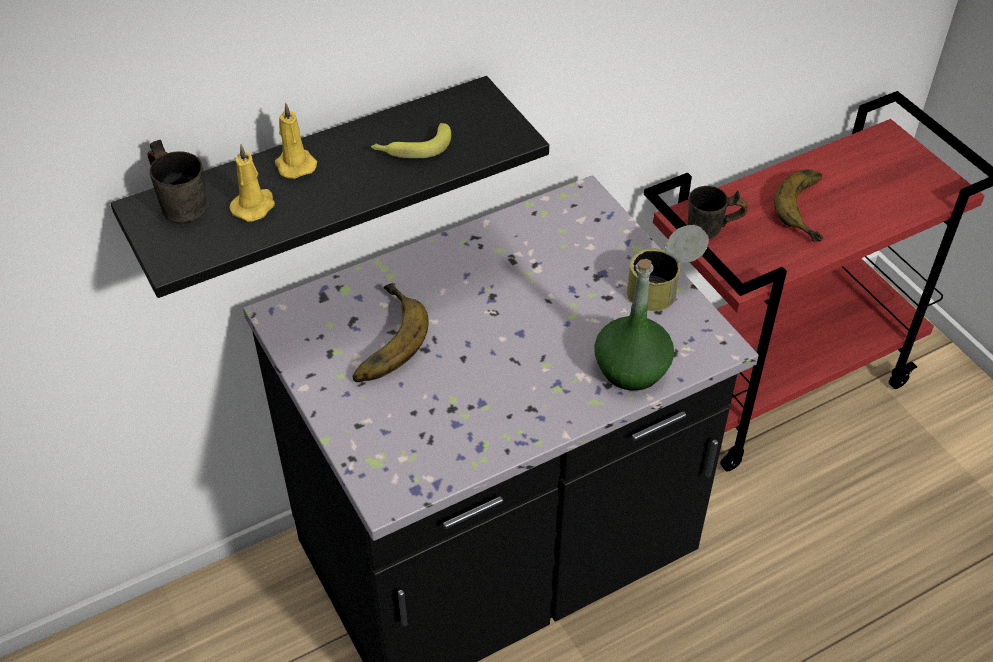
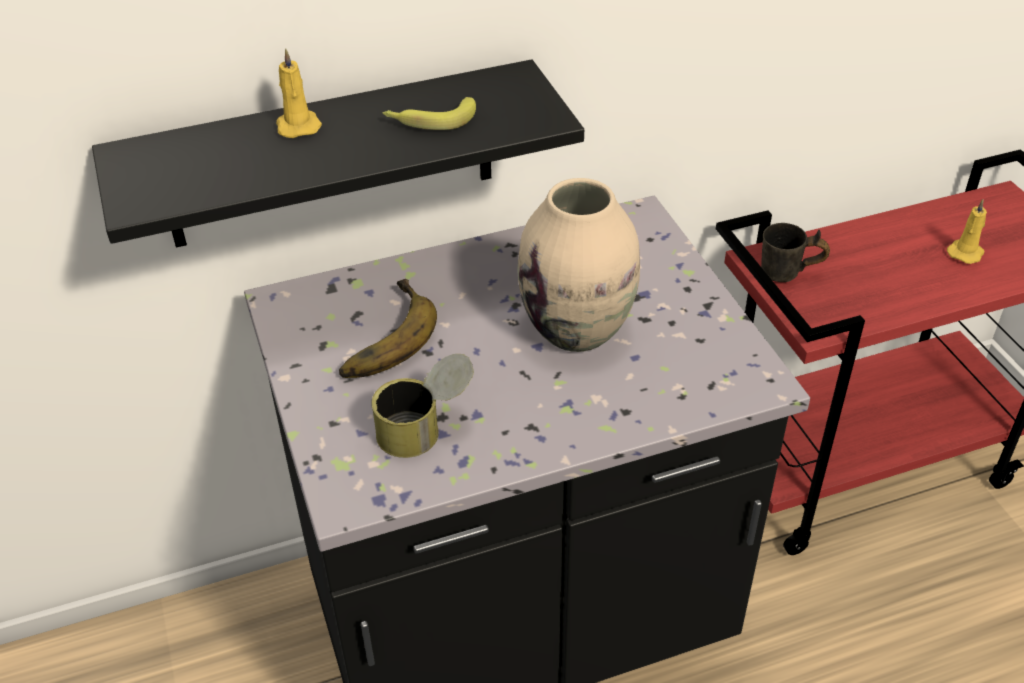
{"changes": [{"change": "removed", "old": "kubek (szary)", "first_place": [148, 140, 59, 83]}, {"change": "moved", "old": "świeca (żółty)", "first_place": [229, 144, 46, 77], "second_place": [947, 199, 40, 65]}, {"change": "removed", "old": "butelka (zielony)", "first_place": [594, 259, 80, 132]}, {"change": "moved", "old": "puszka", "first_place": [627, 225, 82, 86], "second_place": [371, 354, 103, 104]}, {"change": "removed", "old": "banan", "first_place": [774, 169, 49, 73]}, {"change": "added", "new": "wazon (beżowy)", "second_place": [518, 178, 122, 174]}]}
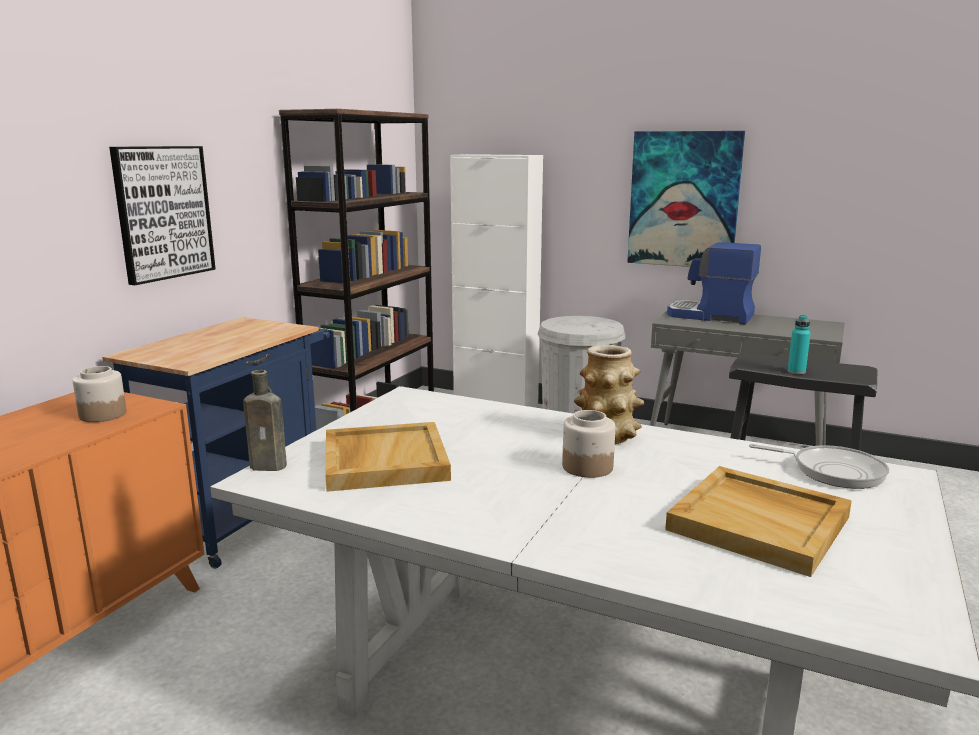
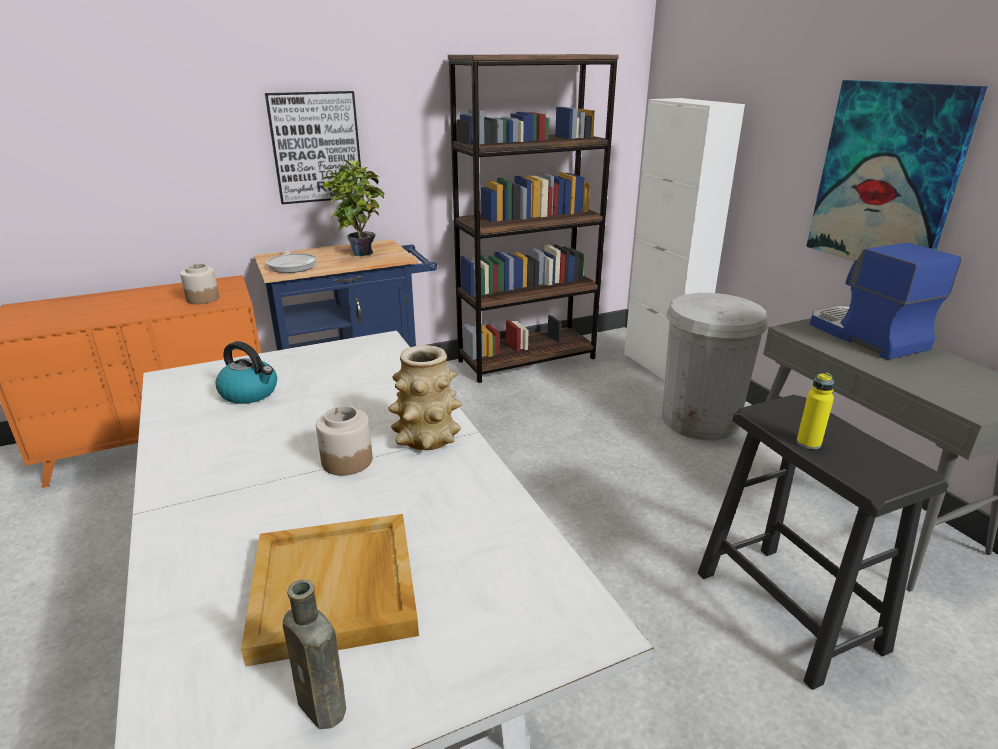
{"changes": [{"change": "moved", "old": "butelka (brązowy)", "first_place": [243, 370, 44, 101], "second_place": [283, 580, 63, 149]}, {"change": "replaced", "old": "taca (beżowy)", "new": "czajnik", "first_place": [325, 422, 126, 70], "second_place": [215, 341, 62, 63]}, {"change": "moved", "old": "patelnia", "first_place": [749, 444, 140, 45], "second_place": [267, 246, 50, 27]}, {"change": "recoloured", "old": "butelka (turkusowy)", "new": "butelka (żółty)", "first_place": [787, 315, 24, 59], "second_place": [796, 373, 38, 77]}, {"change": "added", "new": "roślina doniczkowa", "second_place": [322, 159, 62, 97]}]}
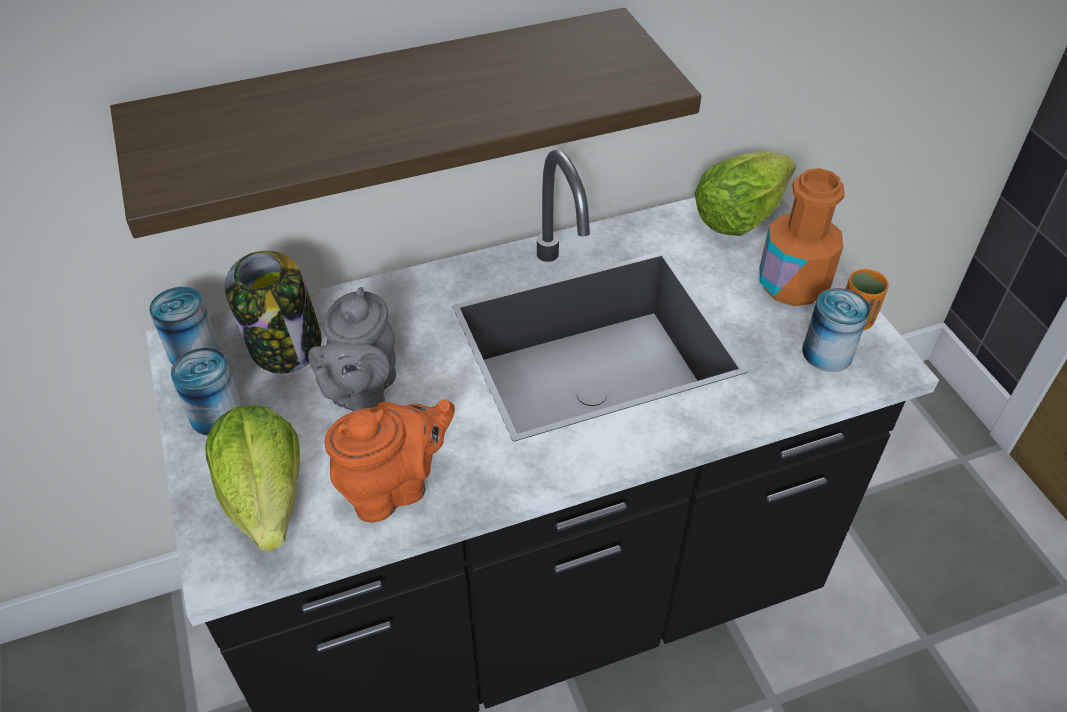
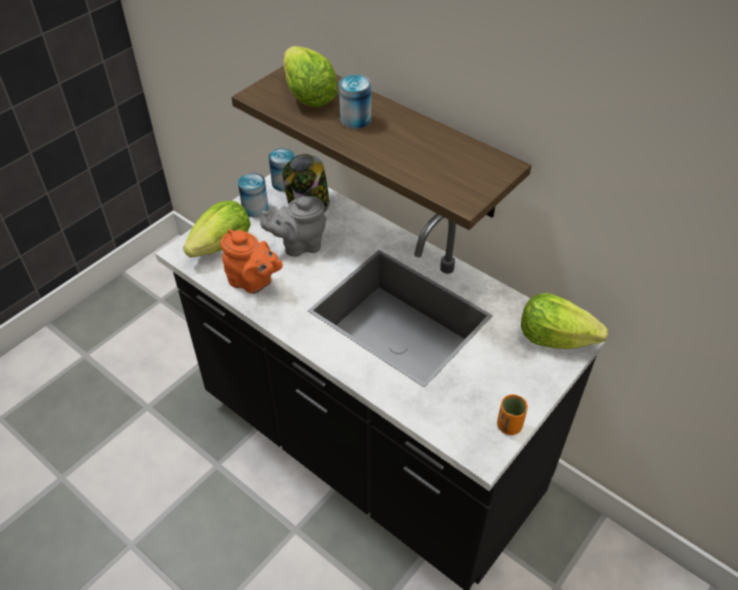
{"changes": [{"change": "removed", "old": "butelka (pomarańczowy)", "first_place": [759, 168, 86, 138]}, {"change": "moved", "old": "puszka", "first_place": [802, 288, 68, 84], "second_place": [339, 75, 32, 54]}, {"change": "added", "new": "sałata", "second_place": [283, 46, 55, 61]}]}
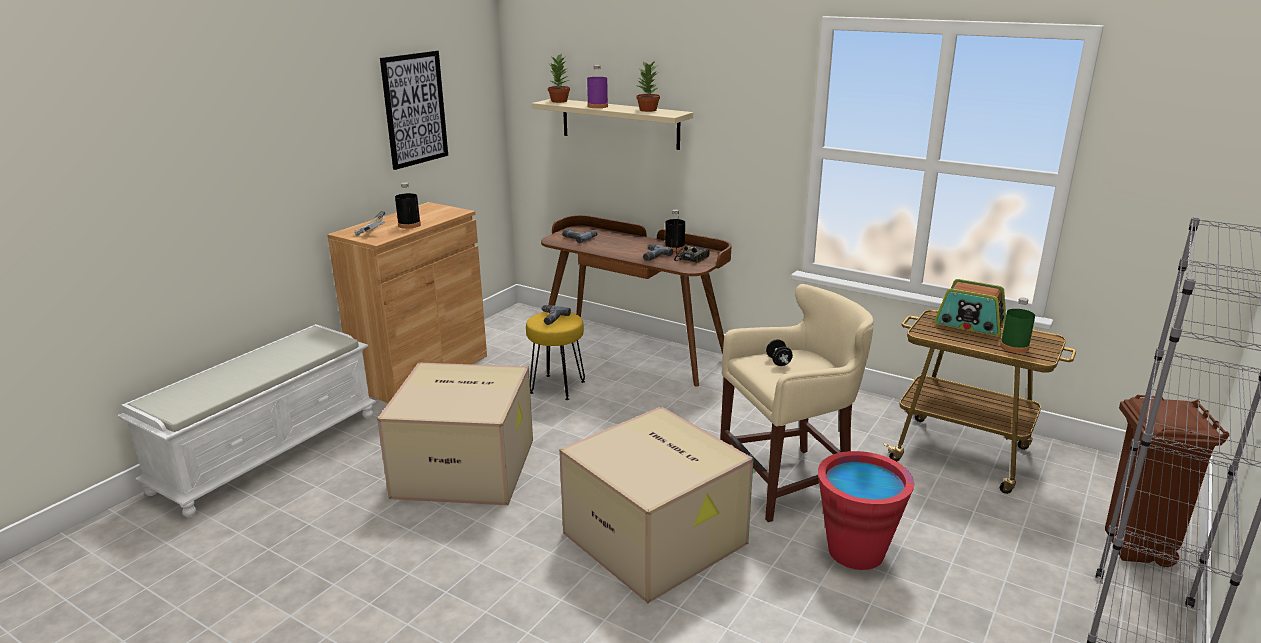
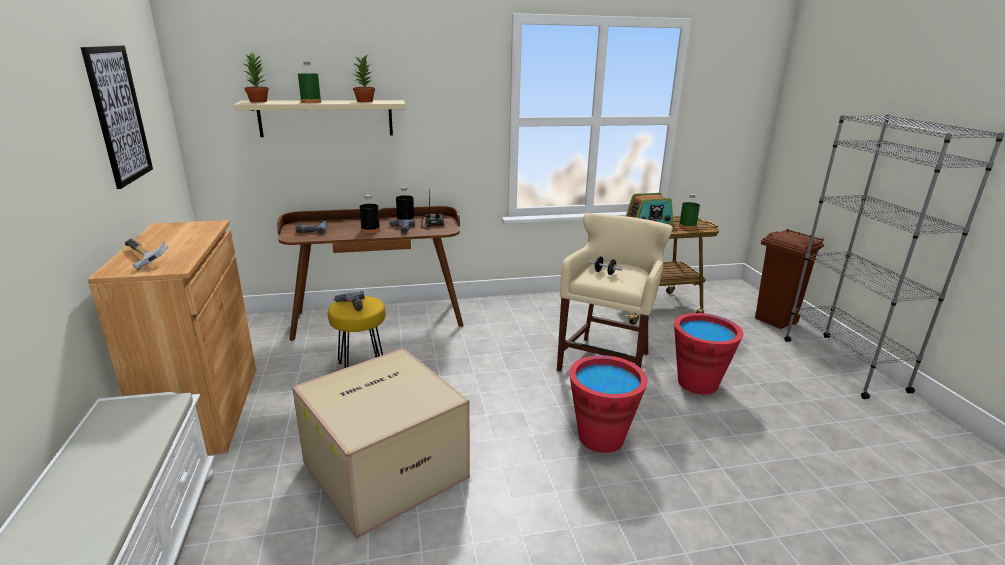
{"changes": [{"change": "moved", "old": "butelka (czarny)", "first_place": [395, 183, 26, 46], "second_place": [360, 195, 20, 38]}, {"change": "replaced", "old": "karton", "new": "wiadro (czerwony)", "first_place": [559, 406, 195, 197], "second_place": [569, 355, 79, 98]}, {"change": "recoloured", "old": "butelka (fioletowy)", "new": "butelka (zielony)", "first_place": [587, 65, 21, 43], "second_place": [298, 61, 23, 42]}]}
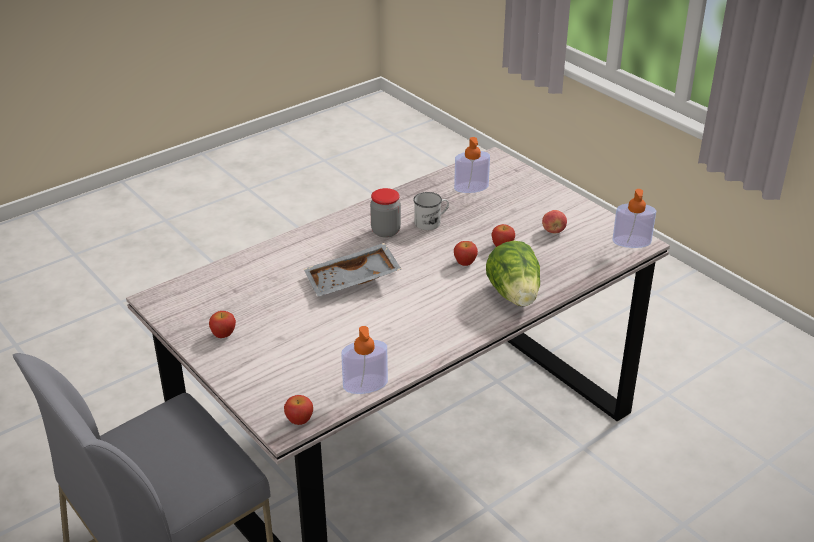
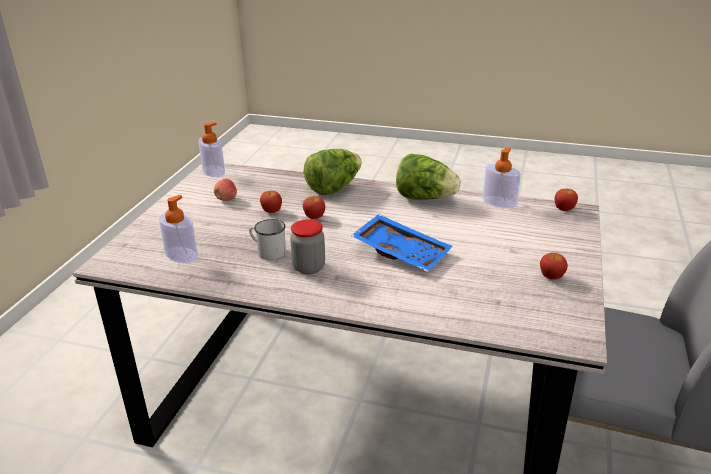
{"changes": [{"change": "recoloured", "old": "taca (szary)", "new": "taca (niebieski)", "first_place": [304, 243, 97, 53], "second_place": [351, 214, 102, 58]}, {"change": "added", "new": "sałata", "second_place": [396, 154, 65, 45]}]}
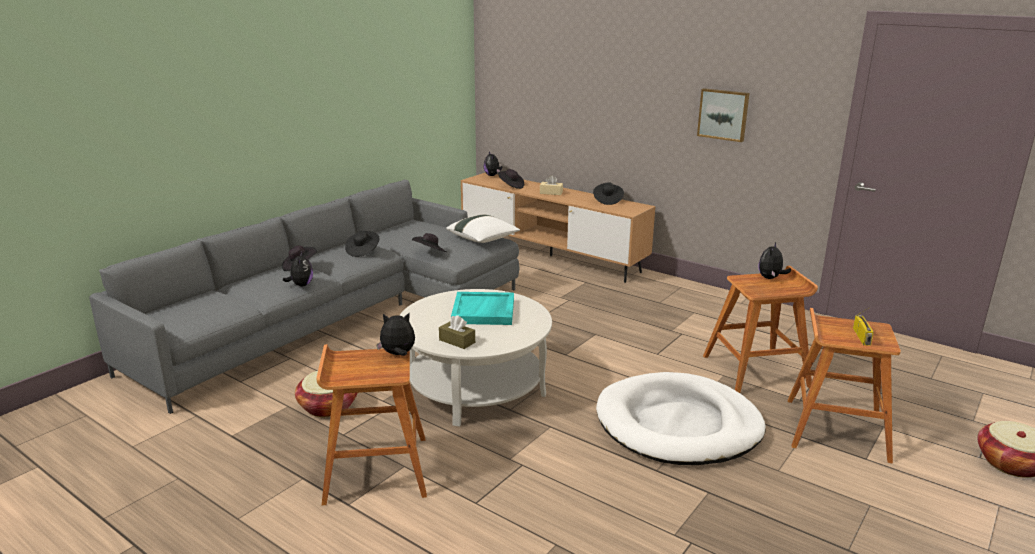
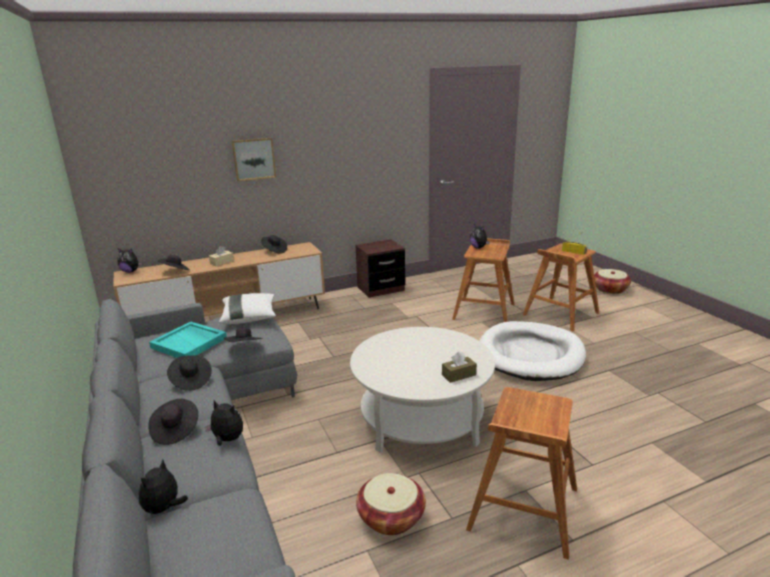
{"changes": [{"change": "moved", "old": "pluszak", "first_place": [376, 313, 39, 43], "second_place": [138, 459, 50, 58]}, {"change": "moved", "old": "taca (turkusowy)", "first_place": [451, 292, 63, 33], "second_place": [149, 322, 77, 36]}, {"change": "moved", "old": "obraz", "first_place": [697, 88, 52, 54], "second_place": [232, 138, 44, 43]}, {"change": "added", "new": "szafka nocna (brązowy)", "second_place": [355, 239, 50, 59]}]}
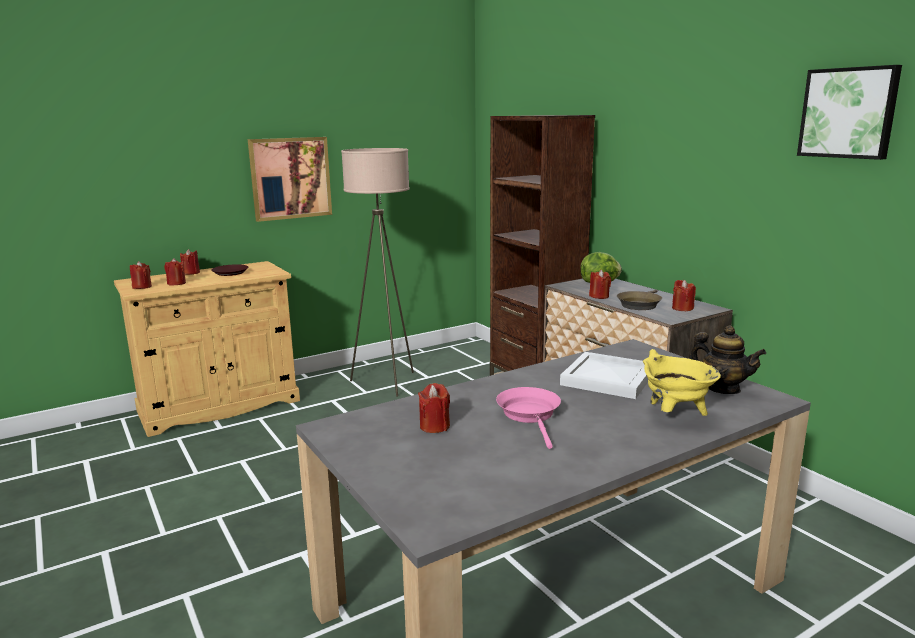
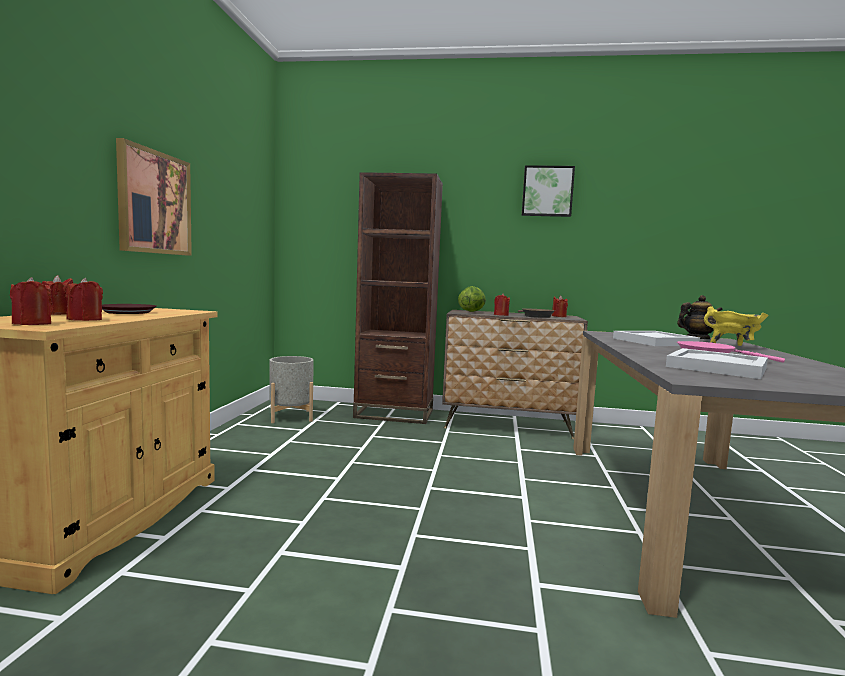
{"changes": [{"change": "removed", "old": "lampa stojąca (beżowy)", "first_place": [341, 148, 73, 248]}, {"change": "replaced", "old": "świeca (czerwony)", "new": "taca (biały)", "first_place": [418, 383, 32, 50], "second_place": [666, 348, 102, 31]}, {"change": "moved", "old": "obraz", "first_place": [797, 65, 105, 95], "second_place": [522, 165, 53, 52]}, {"change": "added", "new": "donica (szary)", "second_place": [269, 356, 45, 67]}]}
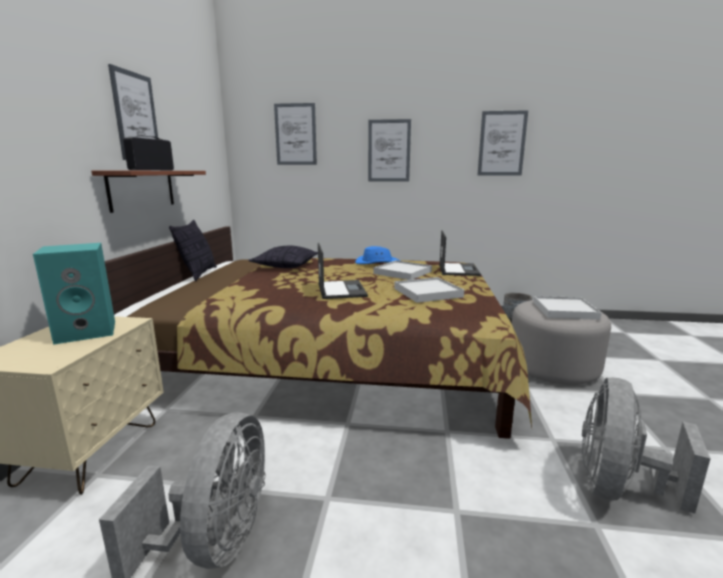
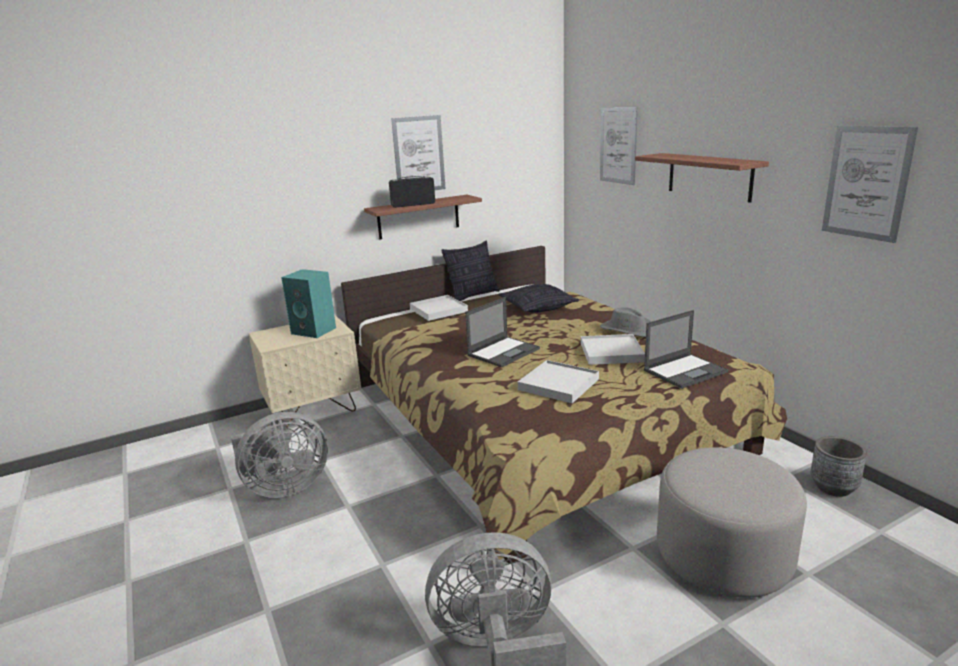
{"changes": [{"change": "recoloured", "old": "kapelusz (niebieski)", "new": "kapelusz (szary)", "first_place": [355, 246, 45, 18], "second_place": [600, 307, 51, 30]}, {"change": "replaced", "old": "obraz", "new": "półka", "first_place": [368, 119, 43, 62], "second_place": [635, 153, 134, 50]}, {"change": "moved", "old": "taca (biały)", "first_place": [533, 296, 69, 24], "second_place": [410, 295, 58, 26]}]}
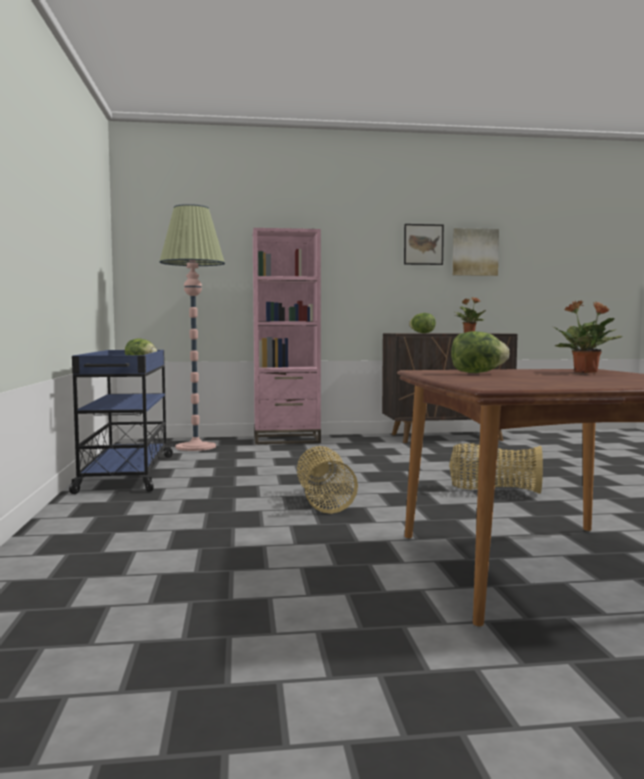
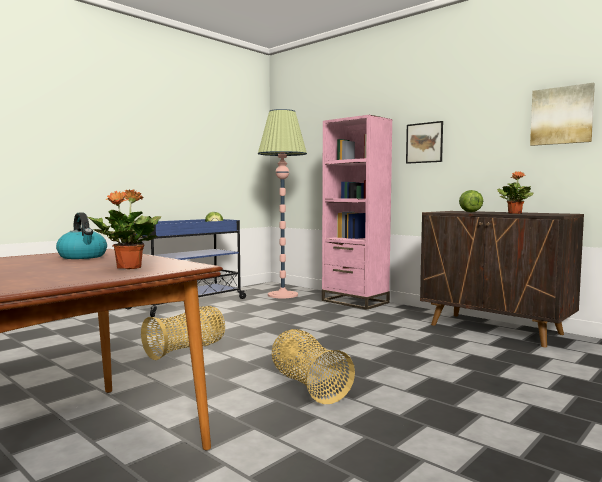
{"changes": [{"change": "moved", "old": "obraz", "first_place": [404, 224, 40, 41], "second_place": [406, 121, 37, 43]}, {"change": "replaced", "old": "sałata", "new": "czajnik", "first_place": [451, 331, 58, 42], "second_place": [56, 212, 51, 47]}]}
